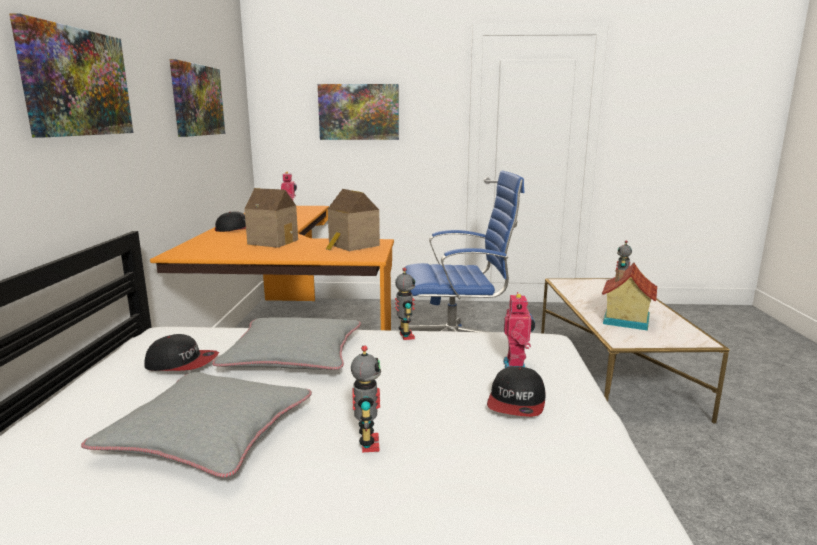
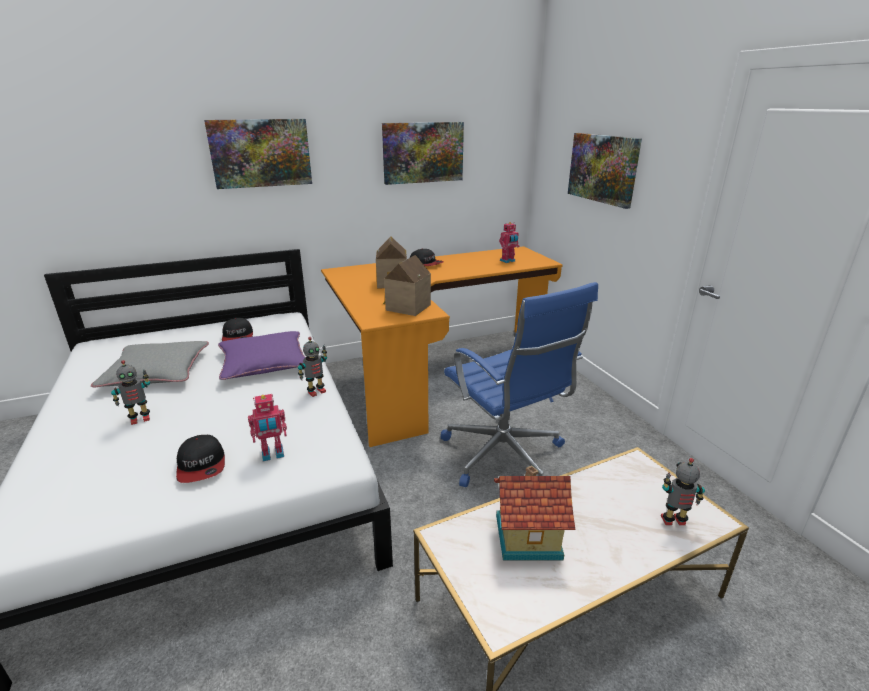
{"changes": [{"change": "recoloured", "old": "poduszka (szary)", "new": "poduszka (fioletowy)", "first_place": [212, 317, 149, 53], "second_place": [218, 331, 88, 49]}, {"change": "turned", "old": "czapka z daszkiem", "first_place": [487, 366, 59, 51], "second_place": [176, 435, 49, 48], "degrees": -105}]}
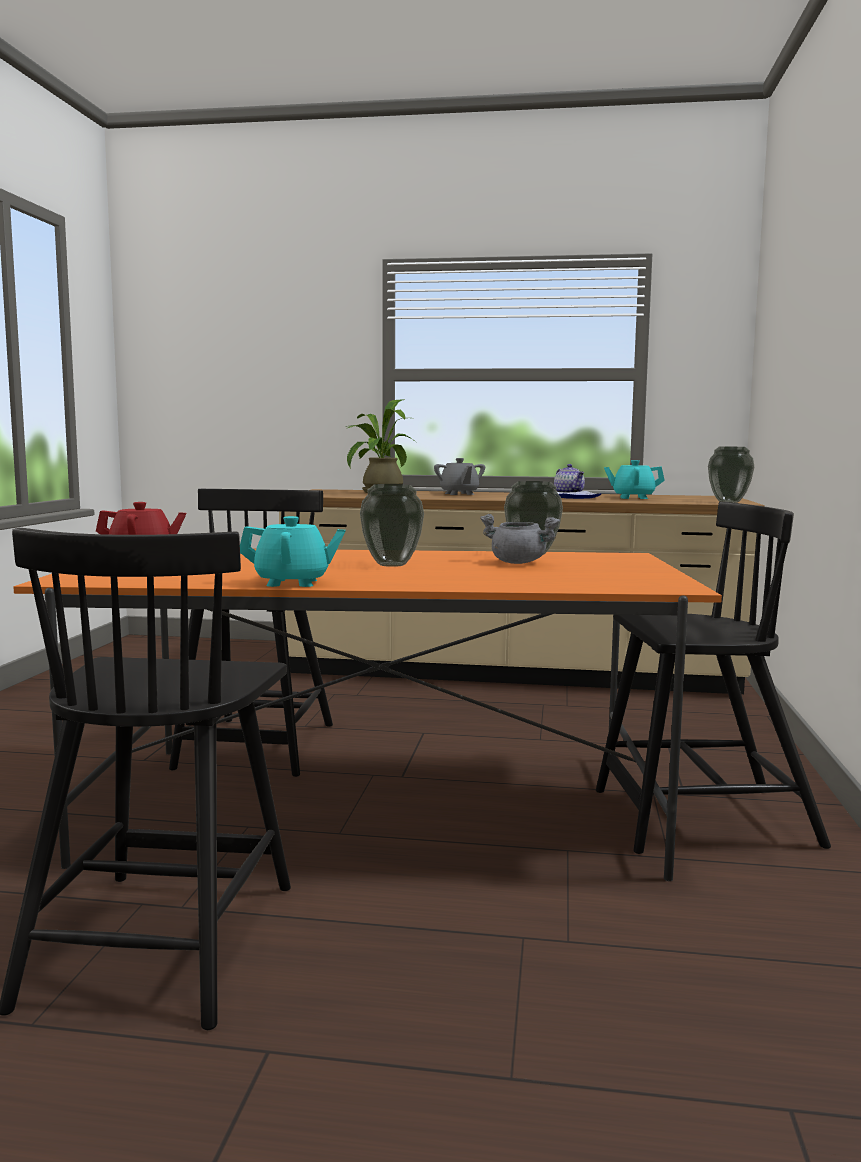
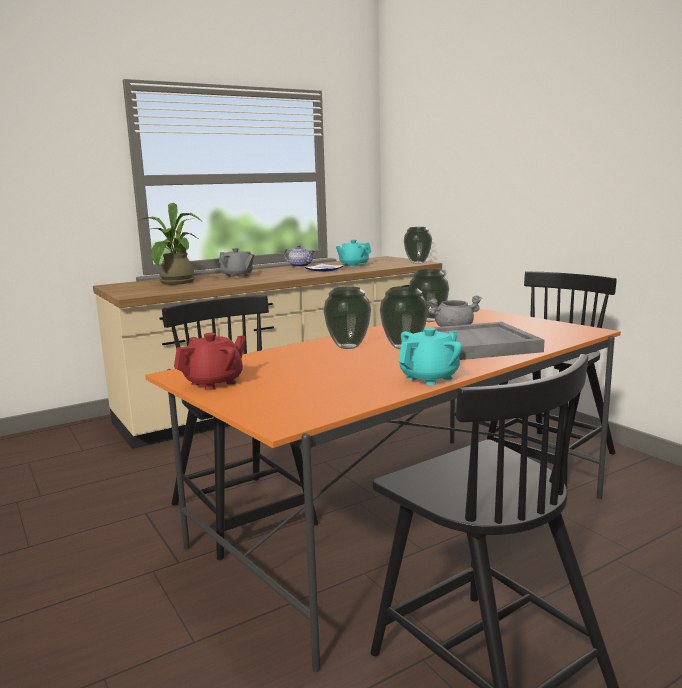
{"changes": [{"change": "added", "new": "wazon", "second_place": [324, 287, 47, 62]}, {"change": "added", "new": "taca (szary)", "second_place": [433, 322, 111, 38]}]}
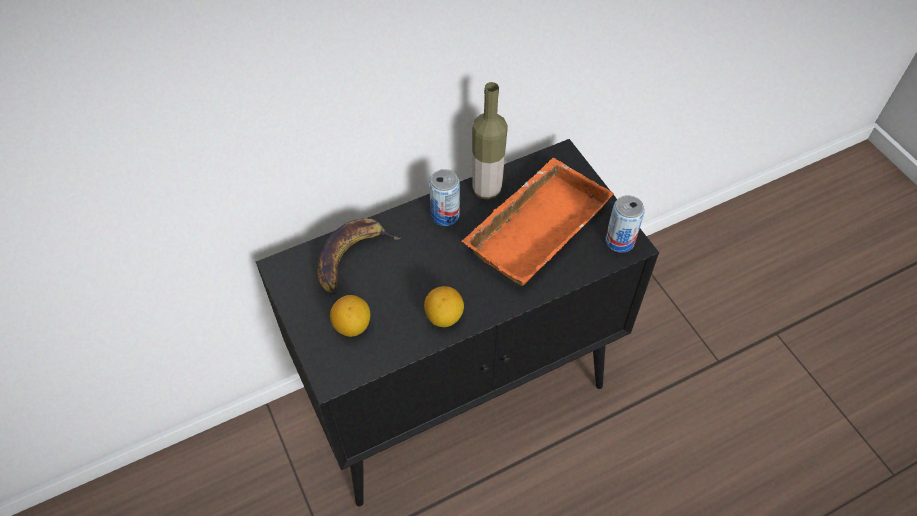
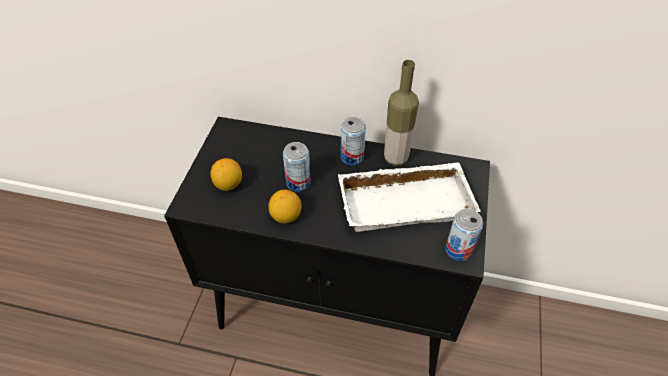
{"changes": [{"change": "removed", "old": "banan", "first_place": [318, 218, 83, 77]}, {"change": "recoloured", "old": "taca (pomarańczowy)", "new": "taca (biały)", "first_place": [461, 158, 153, 128], "second_place": [338, 162, 143, 70]}, {"change": "added", "new": "puszka", "second_place": [283, 142, 28, 49]}]}
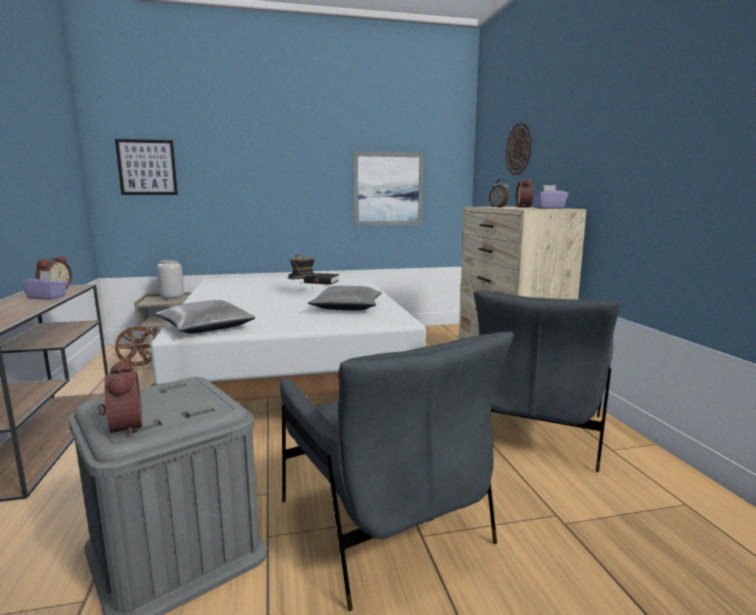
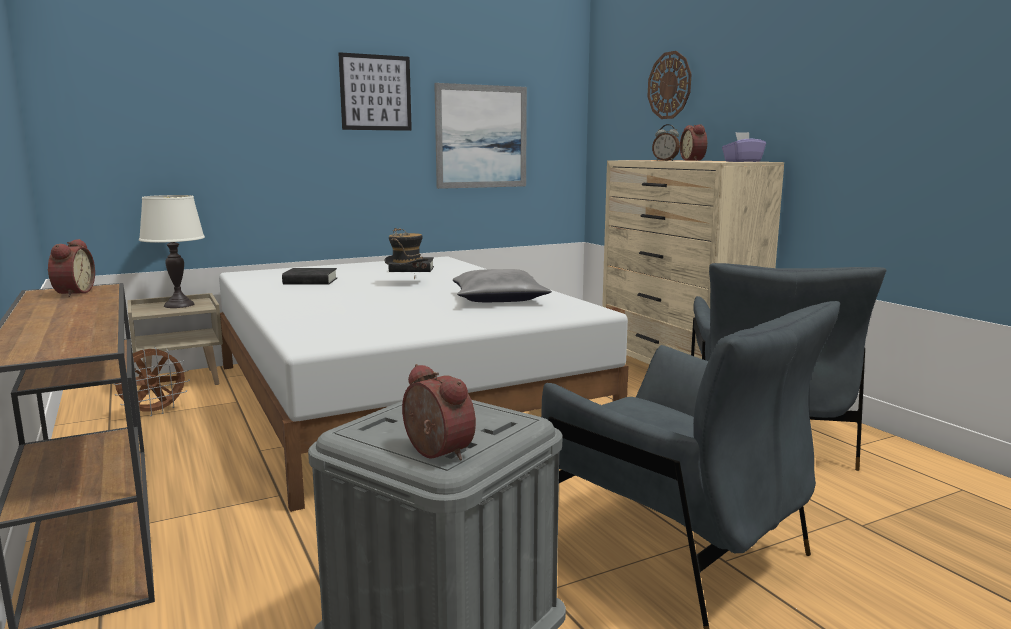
{"changes": [{"change": "removed", "old": "pudełko chusteczek (fioletowy)", "first_place": [21, 271, 46, 29]}, {"change": "moved", "old": "obraz", "first_place": [115, 139, 63, 56], "second_place": [338, 52, 74, 79]}, {"change": "removed", "old": "poduszka (szary)", "first_place": [155, 300, 100, 34]}, {"change": "replaced", "old": "wazon (szary)", "new": "lampa stołowa (biały)", "first_place": [157, 260, 27, 40], "second_place": [139, 195, 66, 113]}, {"change": "added", "new": "książka (czarny)", "second_place": [282, 268, 55, 17]}]}
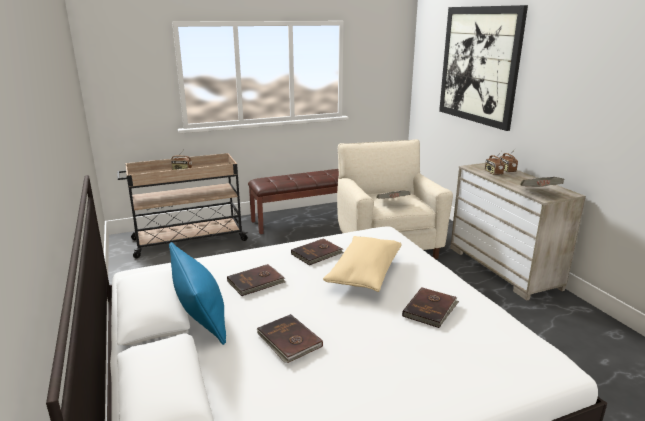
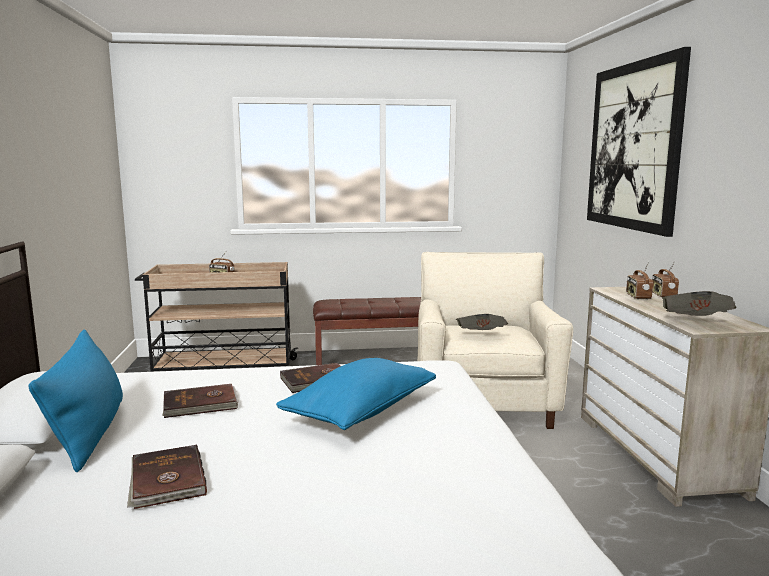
{"changes": [{"change": "recoloured", "old": "poduszka (beżowy)", "new": "poduszka (niebieski)", "first_place": [323, 236, 79, 56], "second_place": [276, 358, 160, 72]}, {"change": "removed", "old": "książka (brązowy)", "first_place": [402, 287, 57, 41]}]}
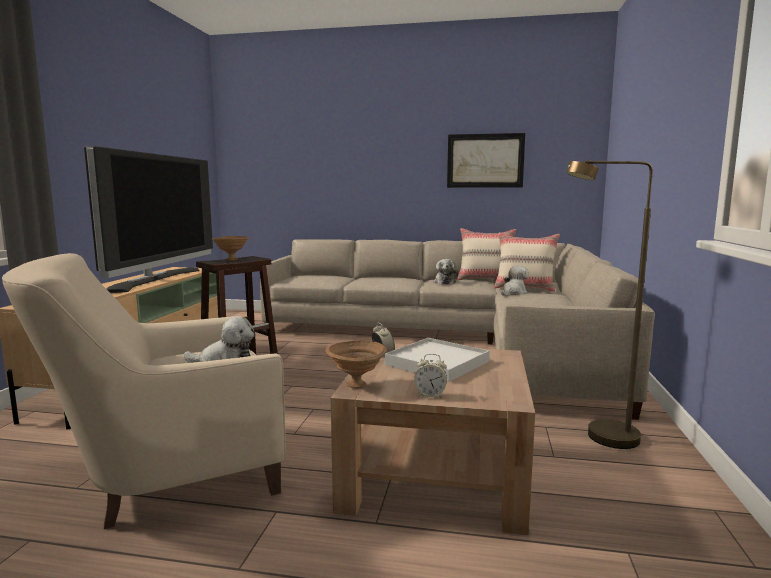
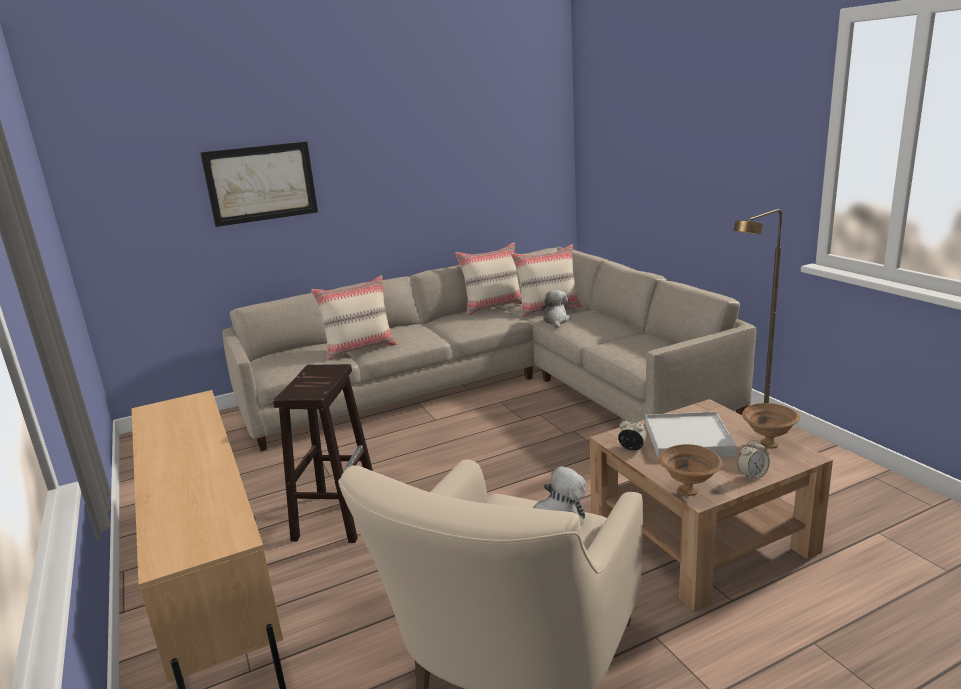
{"changes": [{"change": "removed", "old": "telewizor", "first_place": [84, 146, 129, 147]}, {"change": "moved", "old": "miska (brązowy)", "first_place": [211, 236, 38, 25], "second_place": [742, 403, 58, 46]}, {"change": "removed", "old": "pluszak", "first_place": [433, 259, 25, 25]}, {"change": "moved", "old": "obraz", "first_place": [447, 133, 78, 55], "second_place": [200, 141, 118, 86]}, {"change": "added", "new": "poduszka (beżowy)", "second_place": [311, 276, 86, 85]}]}
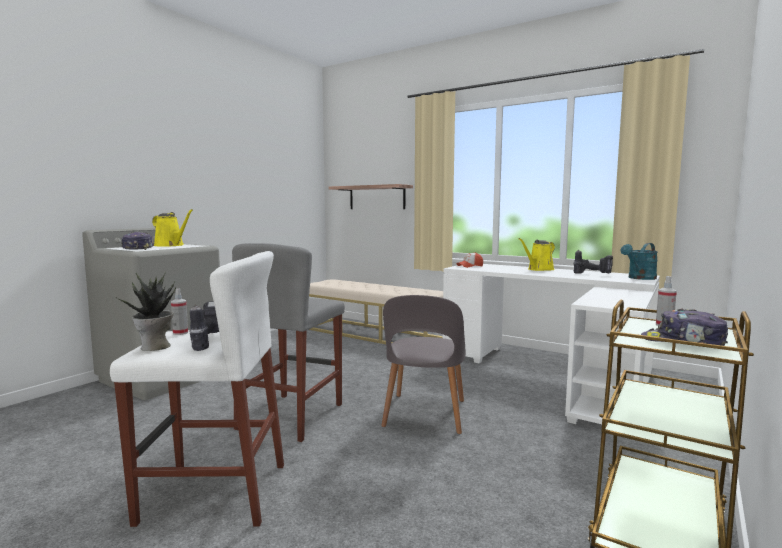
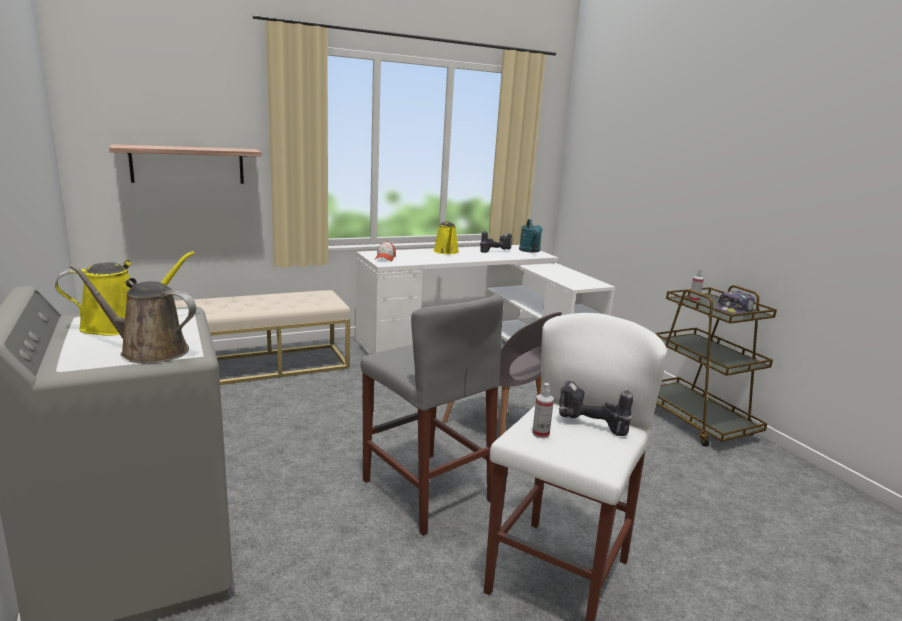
{"changes": [{"change": "removed", "old": "roślina doniczkowa", "first_place": [117, 271, 59, 80]}, {"change": "replaced", "old": "czapka z daszkiem", "new": "konewka (brązowy)", "first_place": [121, 231, 33, 19], "second_place": [69, 264, 127, 99]}]}
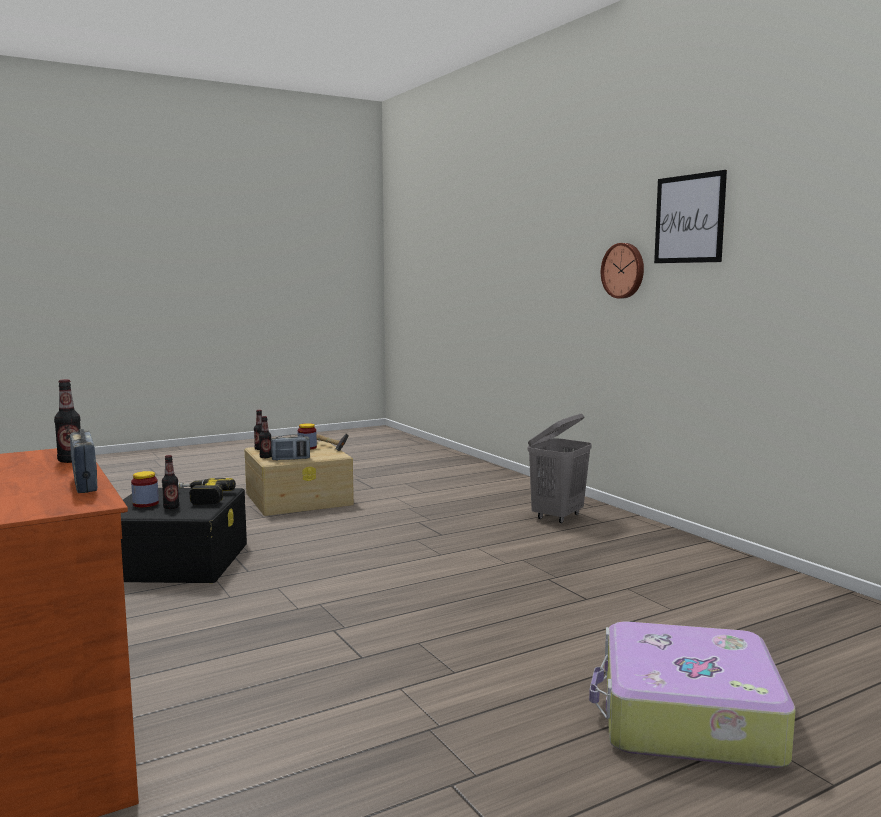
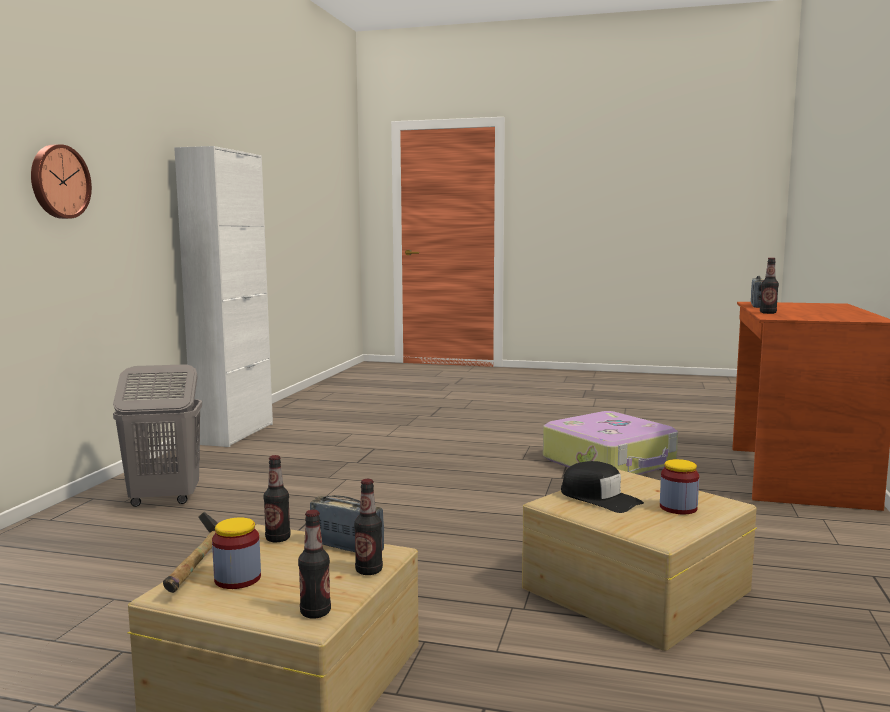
{"changes": [{"change": "recoloured", "old": "pojemnik do przechowywania (czarny)", "new": "pojemnik do przechowywania (beżowy)", "first_place": [121, 488, 126, 95], "second_place": [522, 469, 235, 182]}, {"change": "moved", "old": "butelka", "first_place": [162, 455, 17, 54], "second_place": [263, 455, 28, 87]}, {"change": "replaced", "old": "wiertarka", "new": "czapka z daszkiem (czarny)", "first_place": [178, 478, 58, 27], "second_place": [561, 461, 83, 52]}, {"change": "moved", "old": "walizka", "first_place": [589, 621, 207, 147], "second_place": [543, 411, 135, 64]}, {"change": "removed", "old": "obraz", "first_place": [654, 170, 73, 93]}, {"change": "added", "new": "szafka (biały)", "second_place": [174, 146, 99, 301]}]}
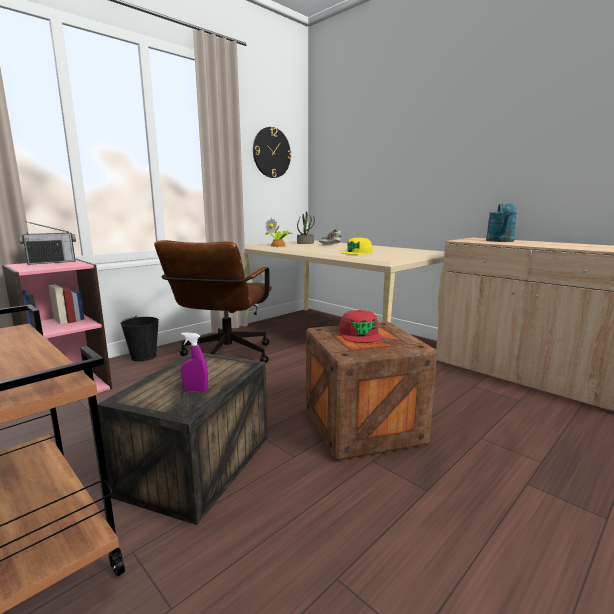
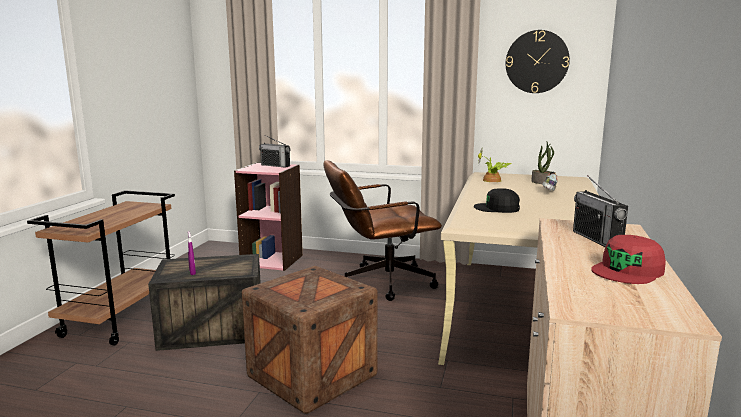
{"changes": [{"change": "removed", "old": "wiadro (czarny)", "first_place": [120, 316, 39, 45]}, {"change": "moved", "old": "czapka z daszkiem (czerwony)", "first_place": [339, 310, 43, 33], "second_place": [591, 235, 75, 49]}, {"change": "recoloured", "old": "czapka z daszkiem (żółty)", "new": "czapka z daszkiem (czarny)", "first_place": [341, 237, 32, 18], "second_place": [474, 188, 46, 25]}, {"change": "replaced", "old": "konewka (turkusowy)", "new": "radio", "first_place": [486, 203, 31, 39], "second_place": [573, 175, 55, 72]}]}
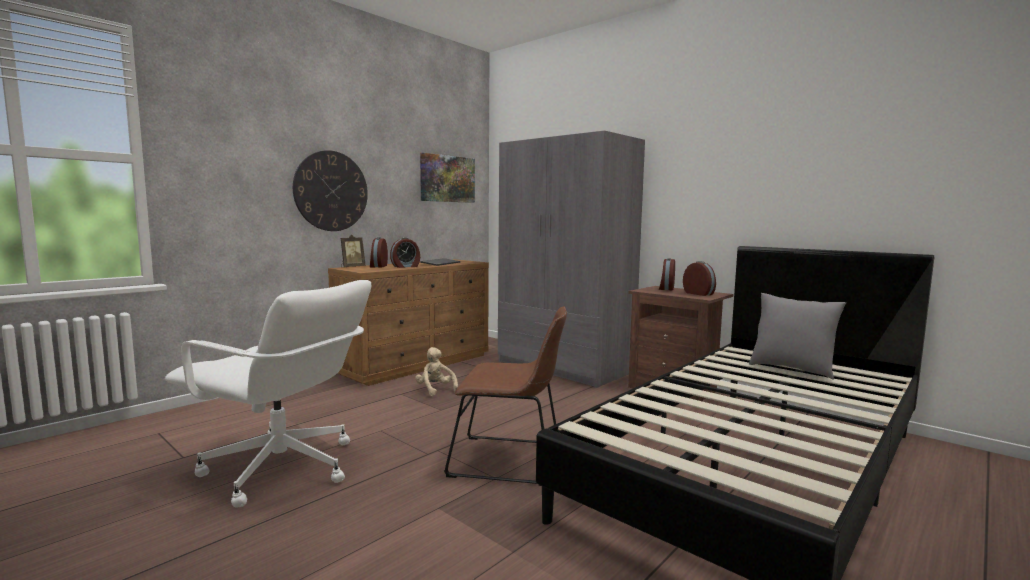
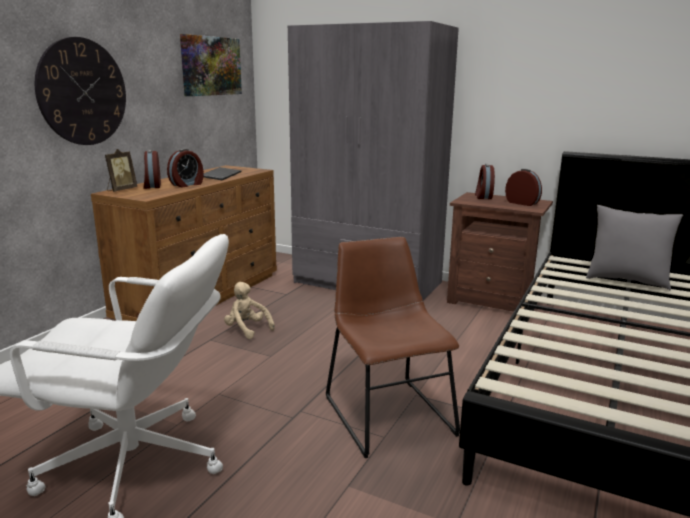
{"changes": [{"change": "turned", "old": "krzesło (brązowy)", "first_place": [444, 306, 123, 180], "second_place": [326, 237, 134, 221], "degrees": -105}]}
